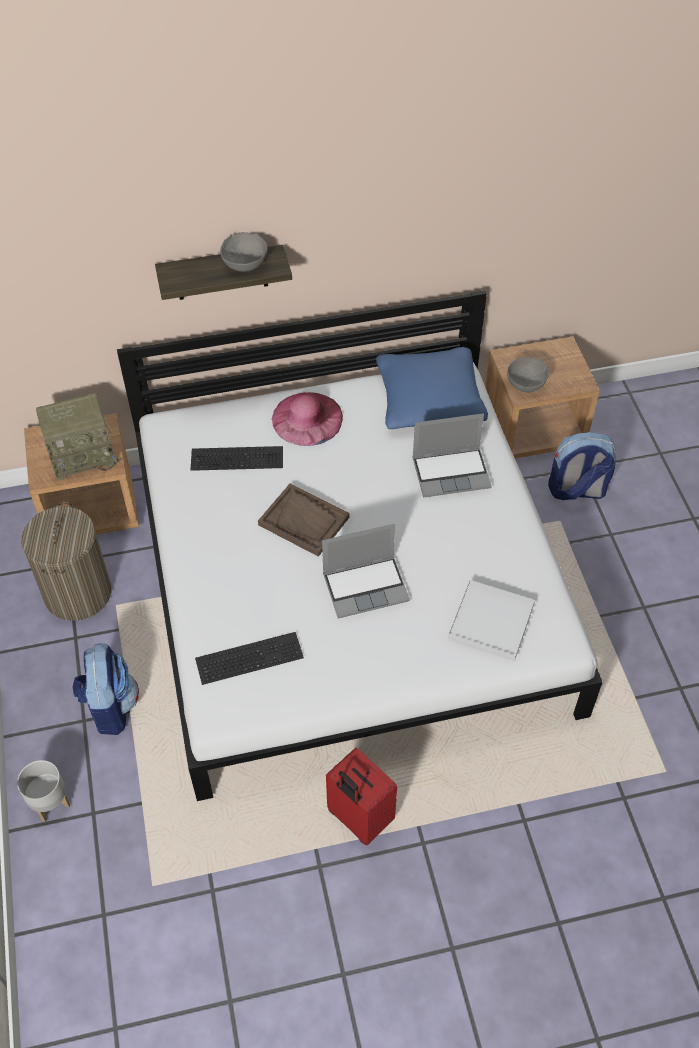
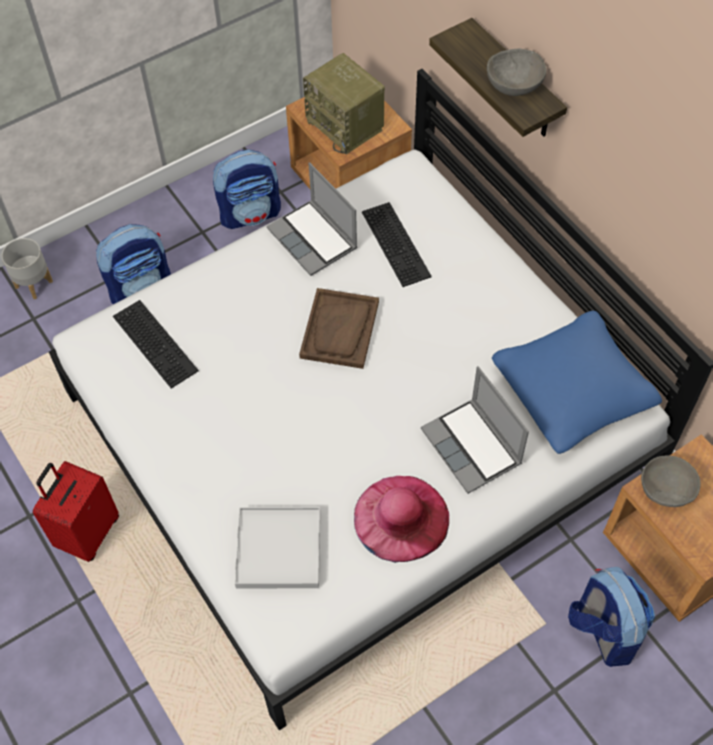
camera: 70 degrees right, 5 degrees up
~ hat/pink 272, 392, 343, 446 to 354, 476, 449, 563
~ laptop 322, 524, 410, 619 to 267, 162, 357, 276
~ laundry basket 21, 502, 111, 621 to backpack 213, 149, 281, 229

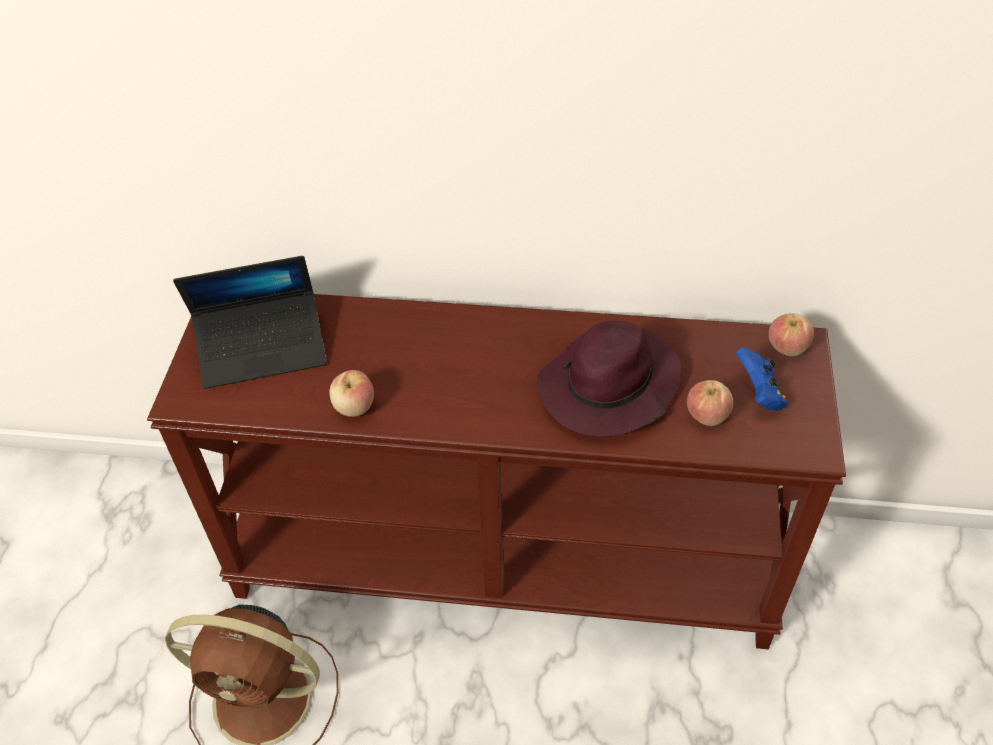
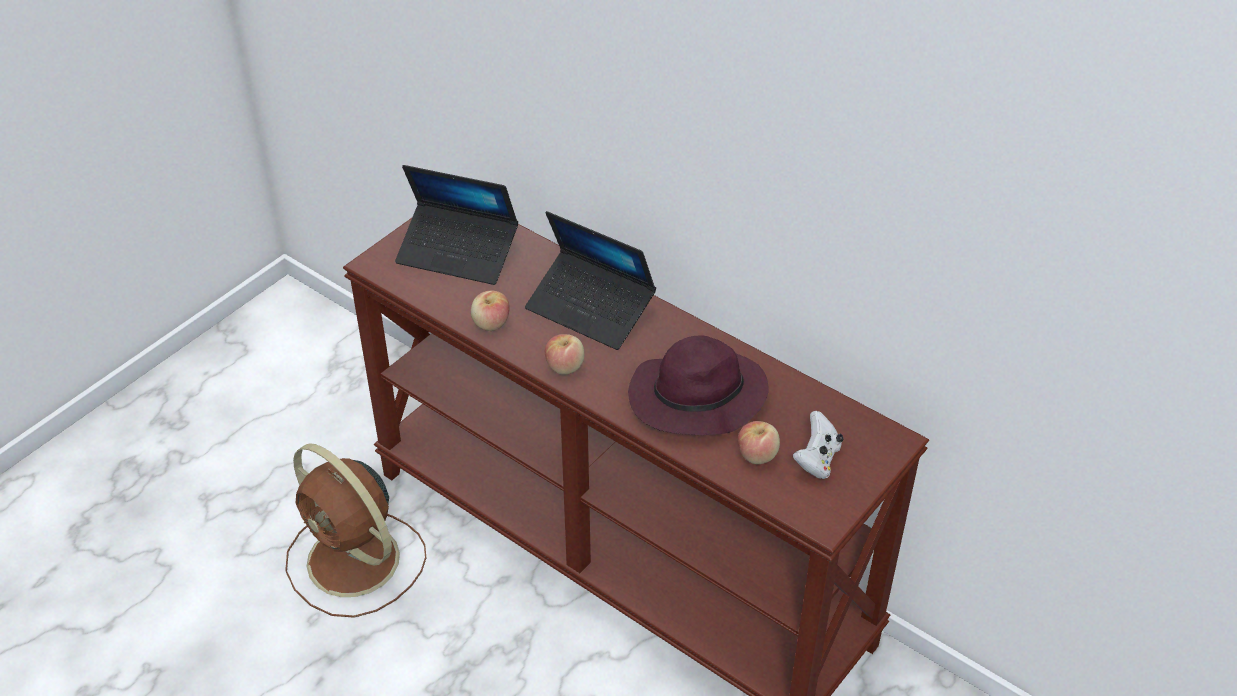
camera: 30 degrees right, 5 degrees down
+ laptop 525, 211, 656, 350
~ apple 769, 313, 814, 357 to 545, 334, 584, 375
~ game controller/blue 736, 347, 787, 411 to game controller/white 793, 411, 844, 479

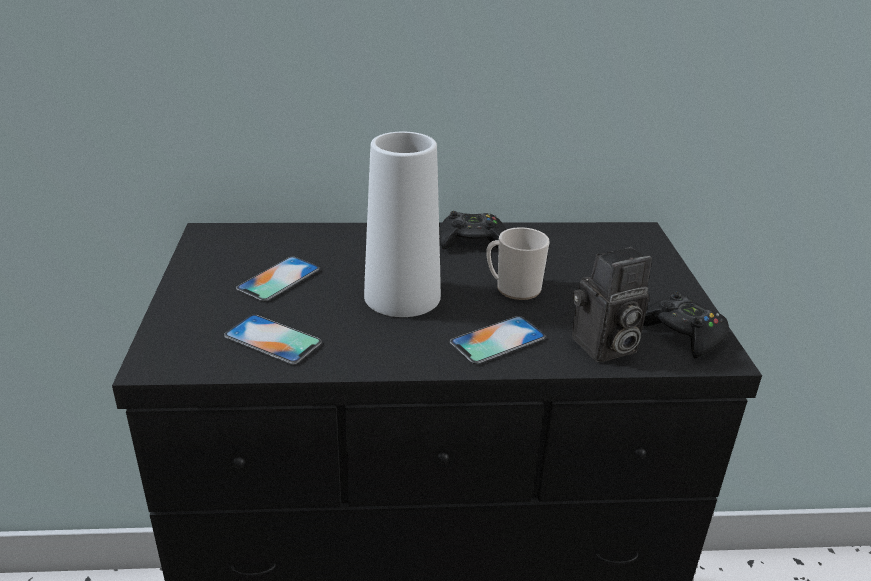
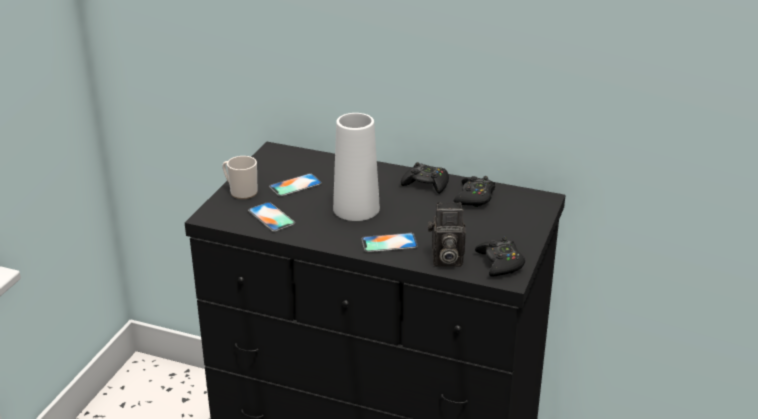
camera: 25 degrees right, 0 degrees up
+ game controller/black 454, 176, 495, 207
~ mug 487, 227, 549, 300 to 222, 156, 258, 199

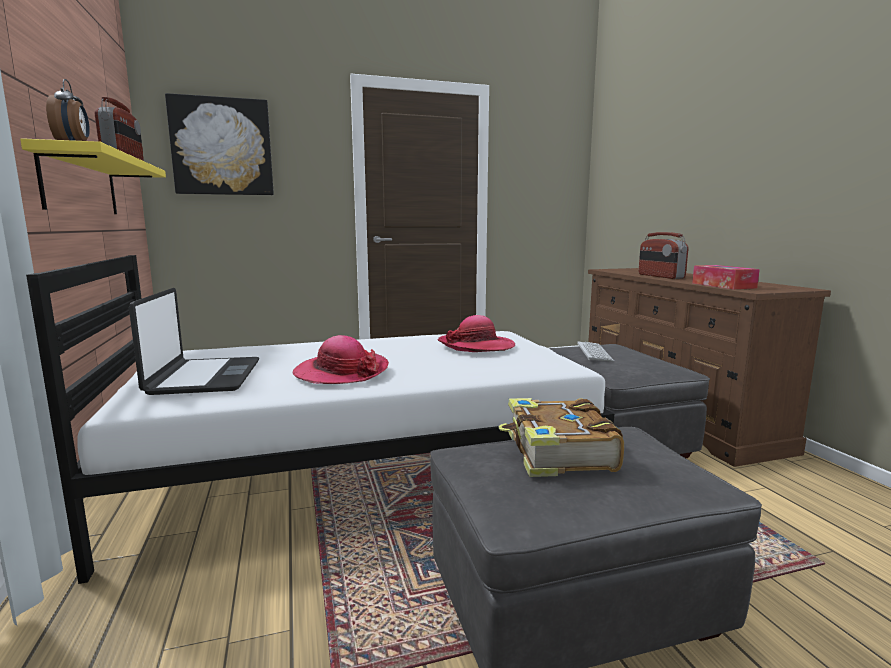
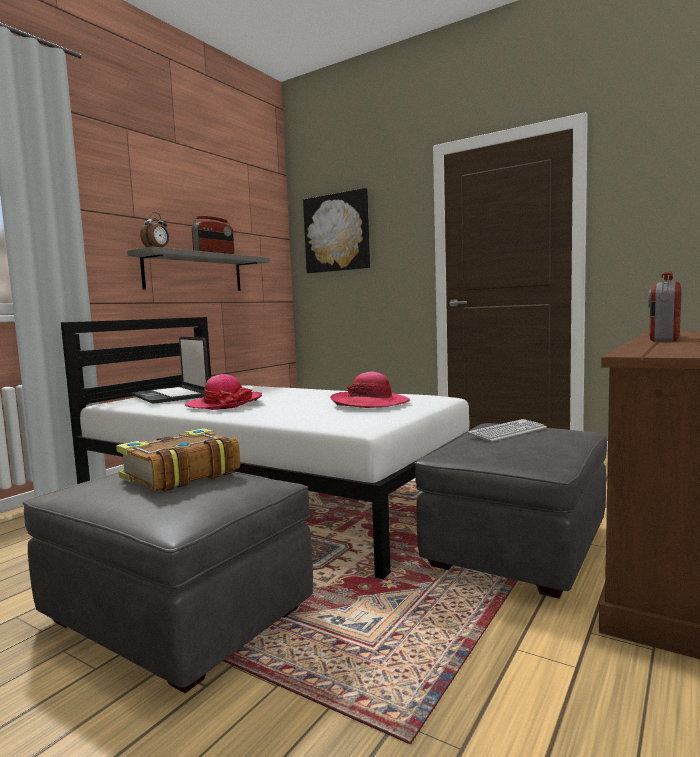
camera: 50 degrees right, 5 degrees down
- tissue box 692, 265, 760, 289
~ shelf/yellow 20, 138, 166, 214 to shelf/grey 127, 247, 270, 291
~ laptop 129, 288, 259, 395 = 131, 337, 209, 404 105 degrees clockwise

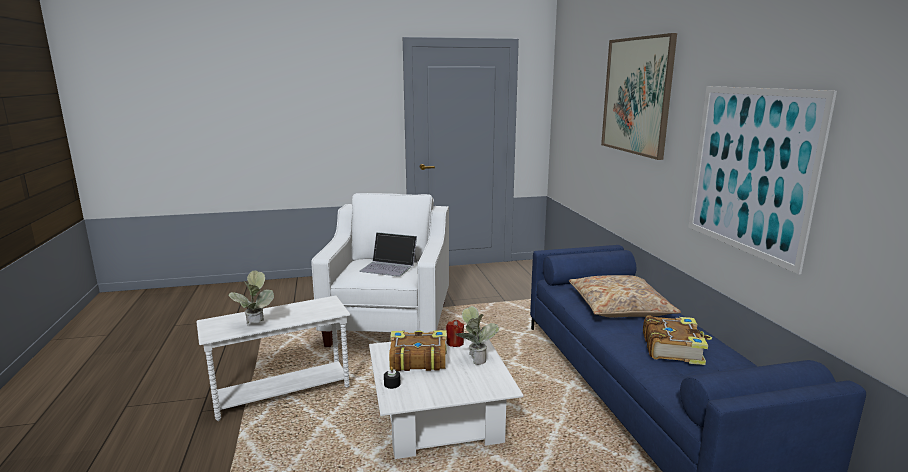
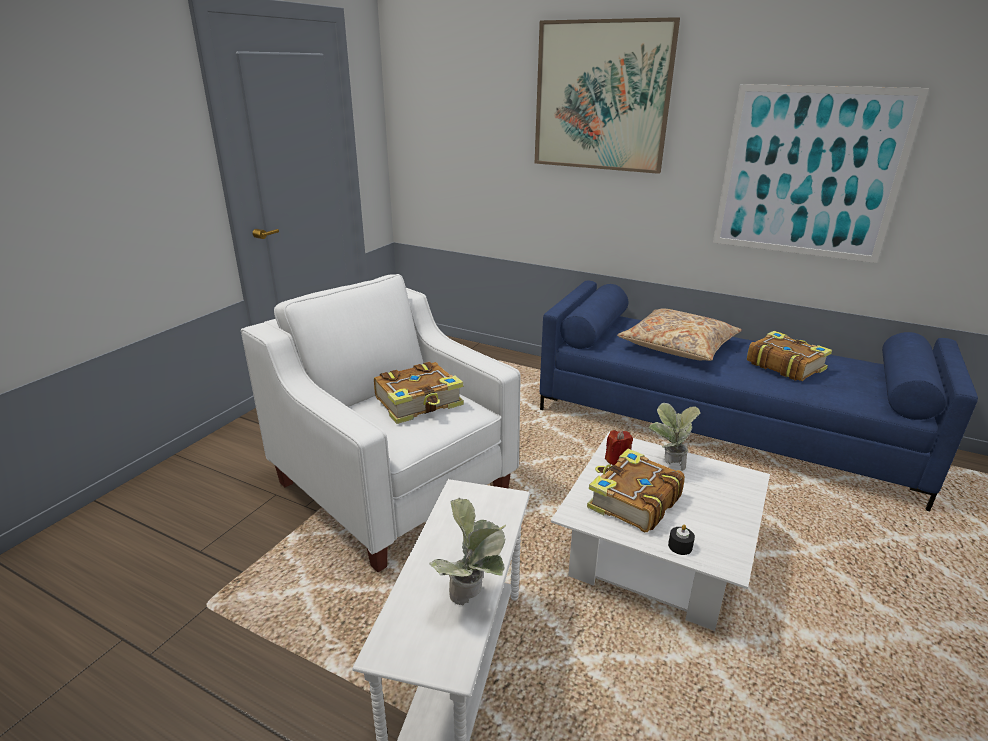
camera: 50 degrees left, 10 degrees up
~ laptop 359, 232, 417, 277 to book 374, 362, 464, 424

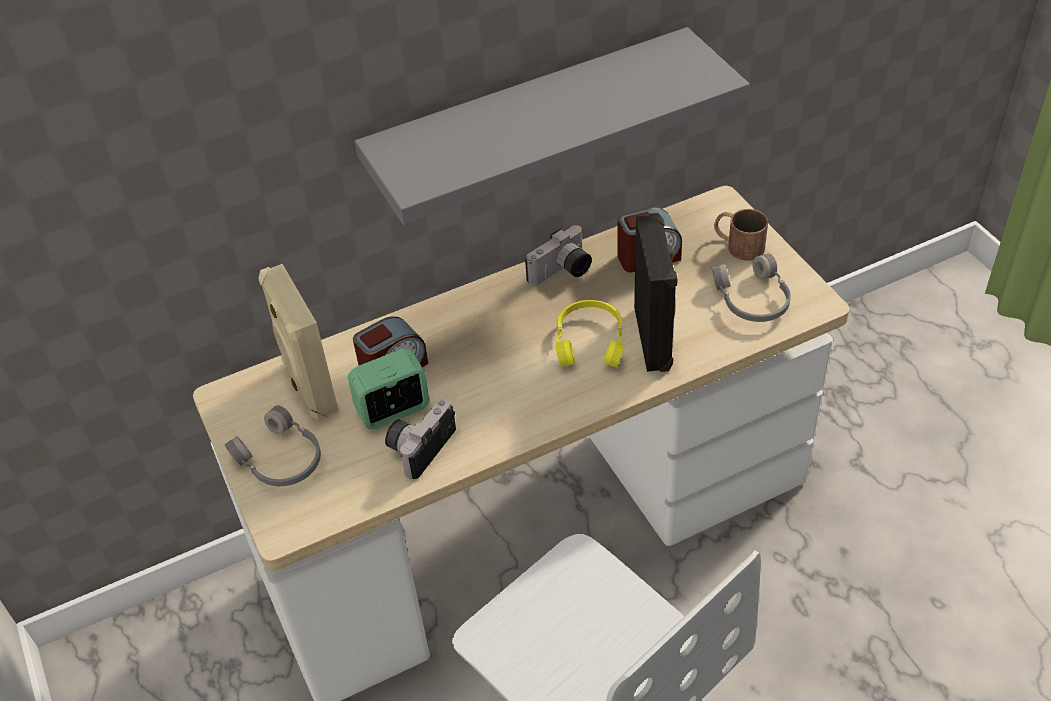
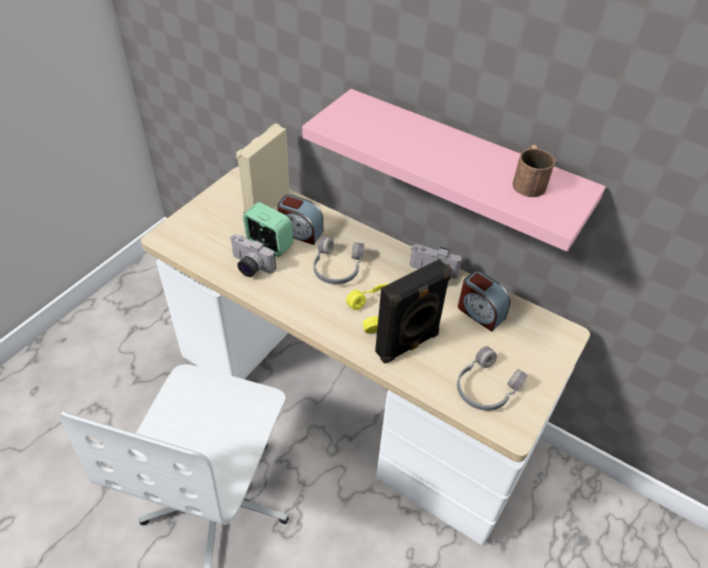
camera: 55 degrees right, 0 degrees up
~ headphones/grey 225, 405, 321, 486 to 314, 236, 364, 284
~ mug/brown 714, 209, 768, 261 to 512, 145, 555, 197
~ shelf/grey 354, 27, 750, 225 to shelf/pink 302, 89, 606, 252
~ photo camera 385, 399, 456, 479 = 231, 234, 276, 277 150 degrees counterclockwise

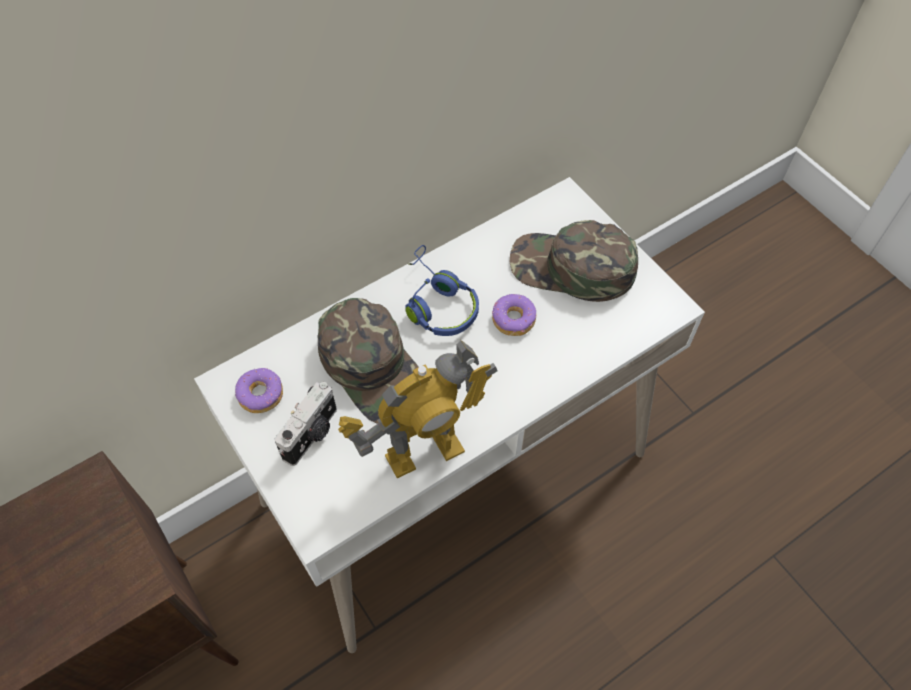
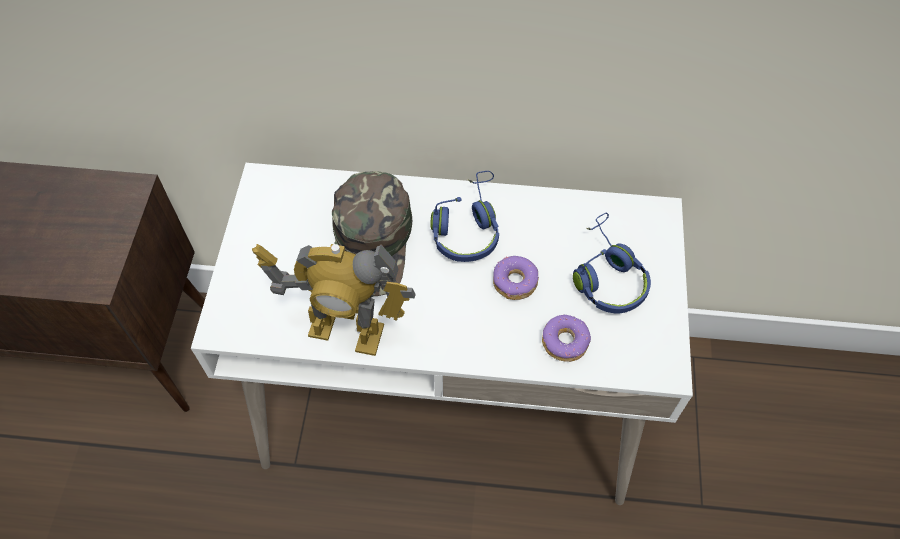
camera: 40 degrees right, 0 degrees up
- photo camera 275, 382, 337, 466
~ donut 235, 368, 283, 413 to 542, 315, 591, 362
~ cap/green 510, 220, 638, 302 to headphones/blue 573, 213, 651, 313

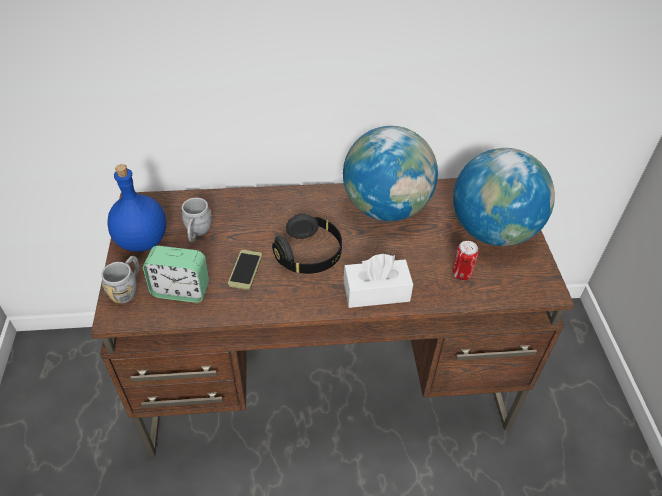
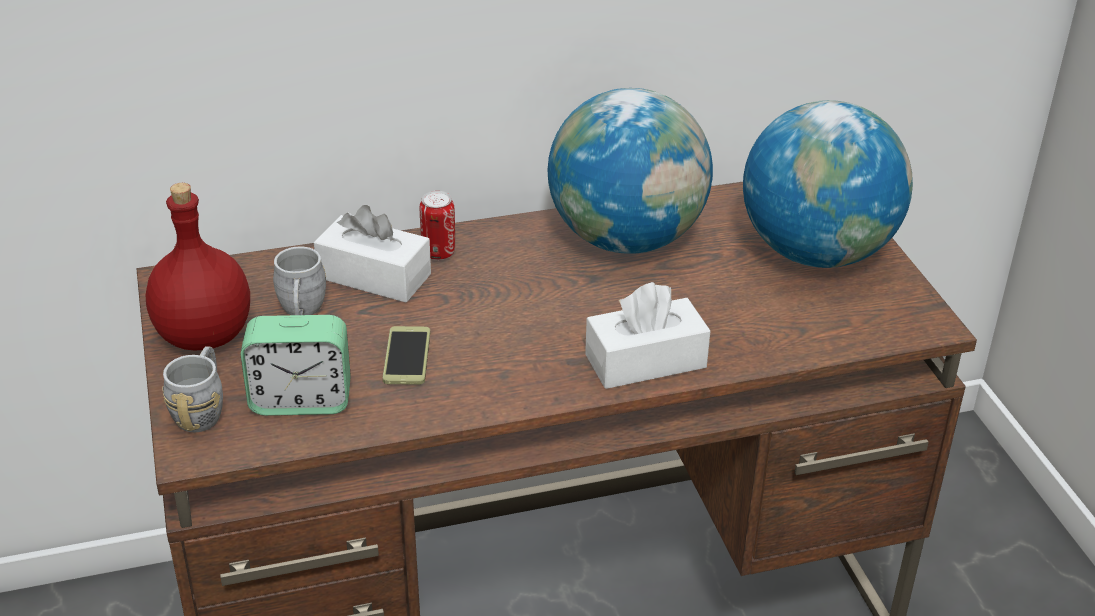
camera: 10 degrees left, 10 degrees down
- headphones/black 272, 214, 342, 274
+ tissue box/white 314, 205, 431, 303
~ can 452, 241, 479, 280 to 420, 191, 455, 260
~ bottle/blue 107, 164, 166, 252 to bottle/red 146, 183, 250, 350

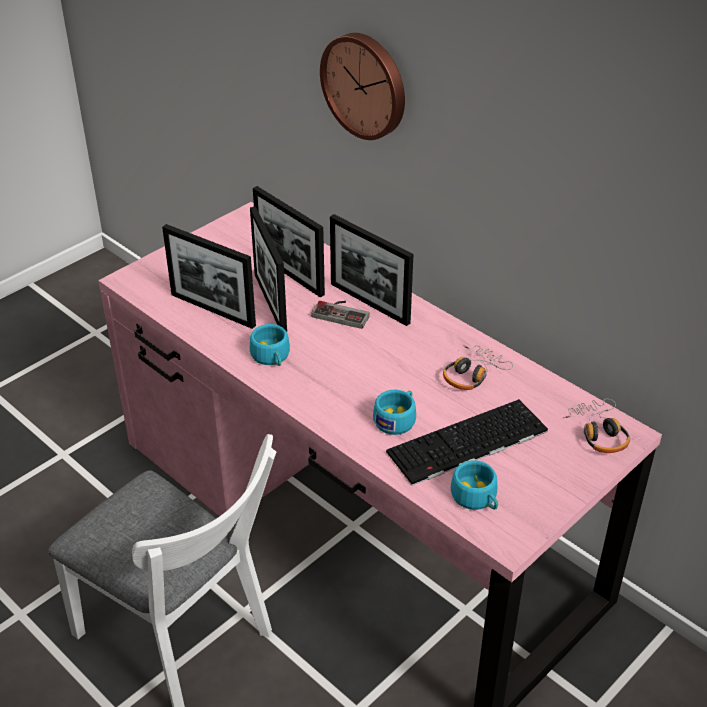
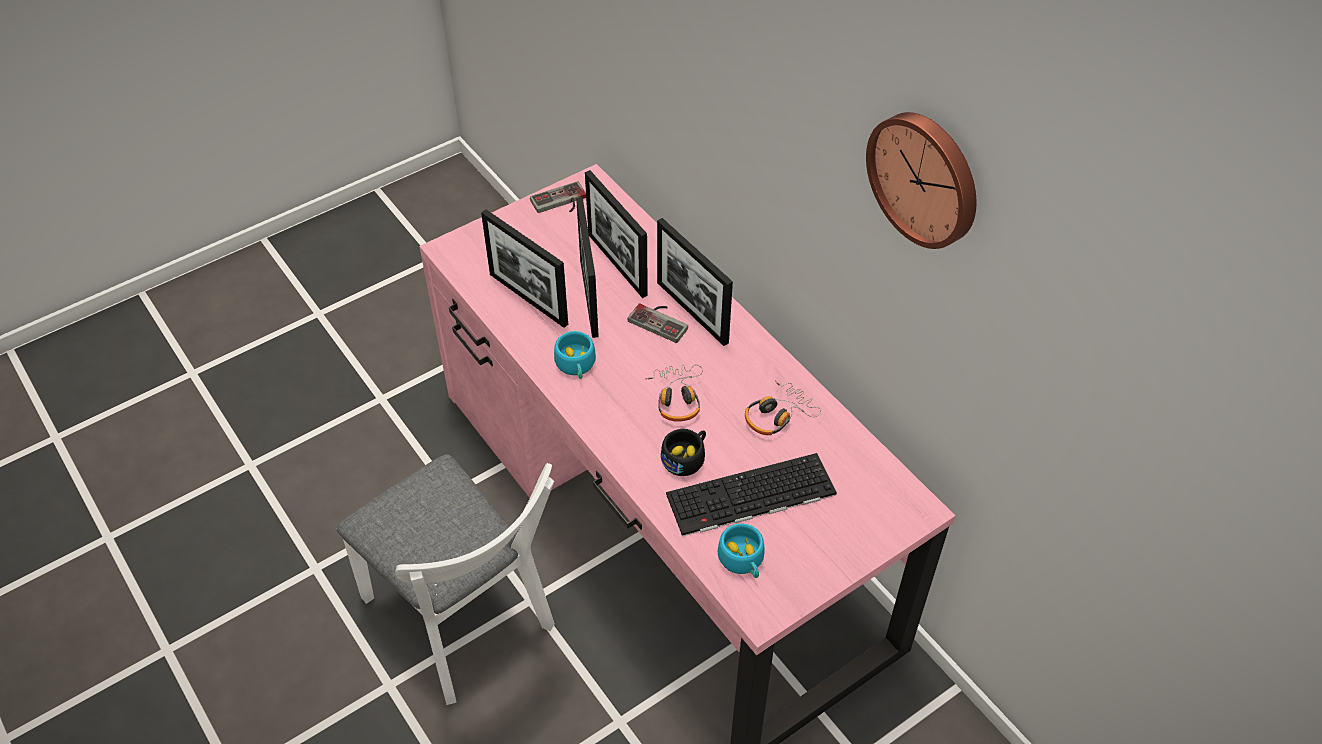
camera: 10 degrees right, 10 degrees up
+ game controller 530, 181, 586, 213
~ wall clock 320, 33, 405, 140 to 866, 112, 977, 249
~ headphones 563, 399, 630, 453 to 645, 364, 703, 422
~ cup/turquoise 373, 390, 416, 435 to cup/black 661, 429, 706, 476

